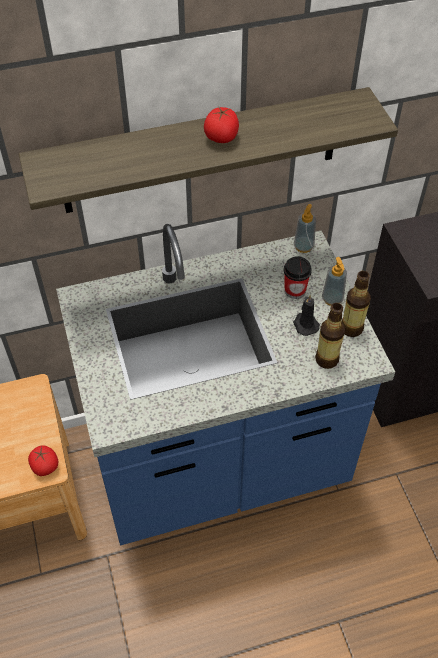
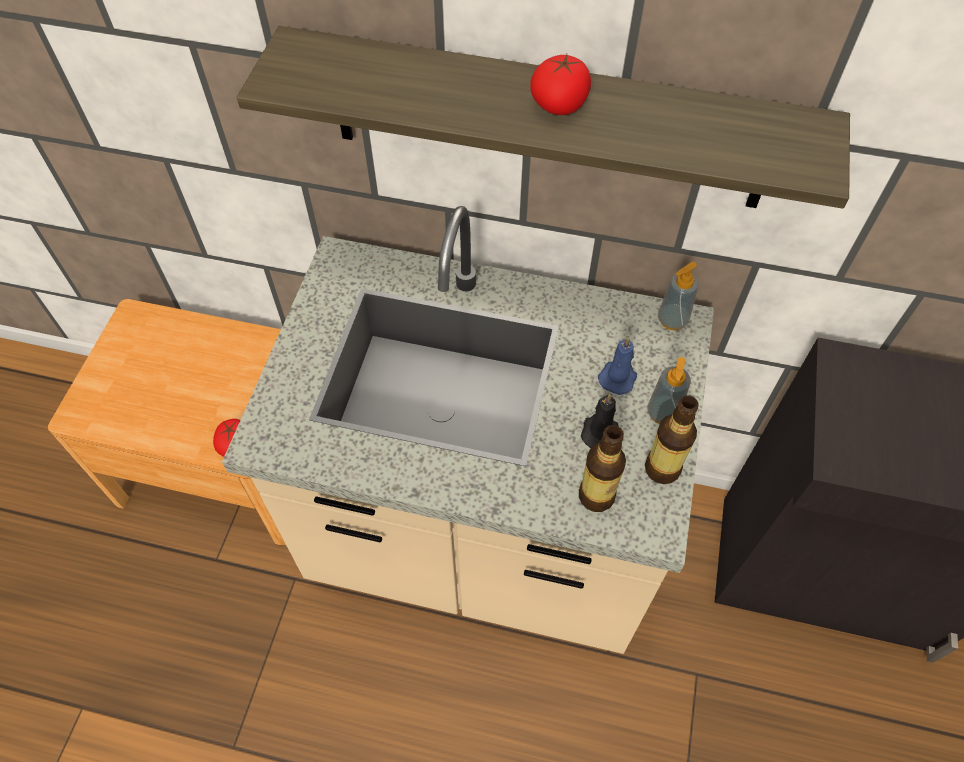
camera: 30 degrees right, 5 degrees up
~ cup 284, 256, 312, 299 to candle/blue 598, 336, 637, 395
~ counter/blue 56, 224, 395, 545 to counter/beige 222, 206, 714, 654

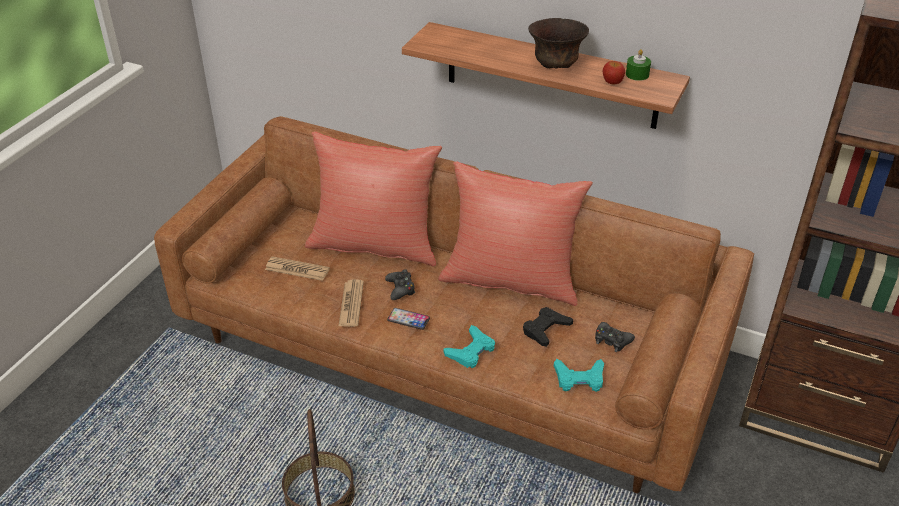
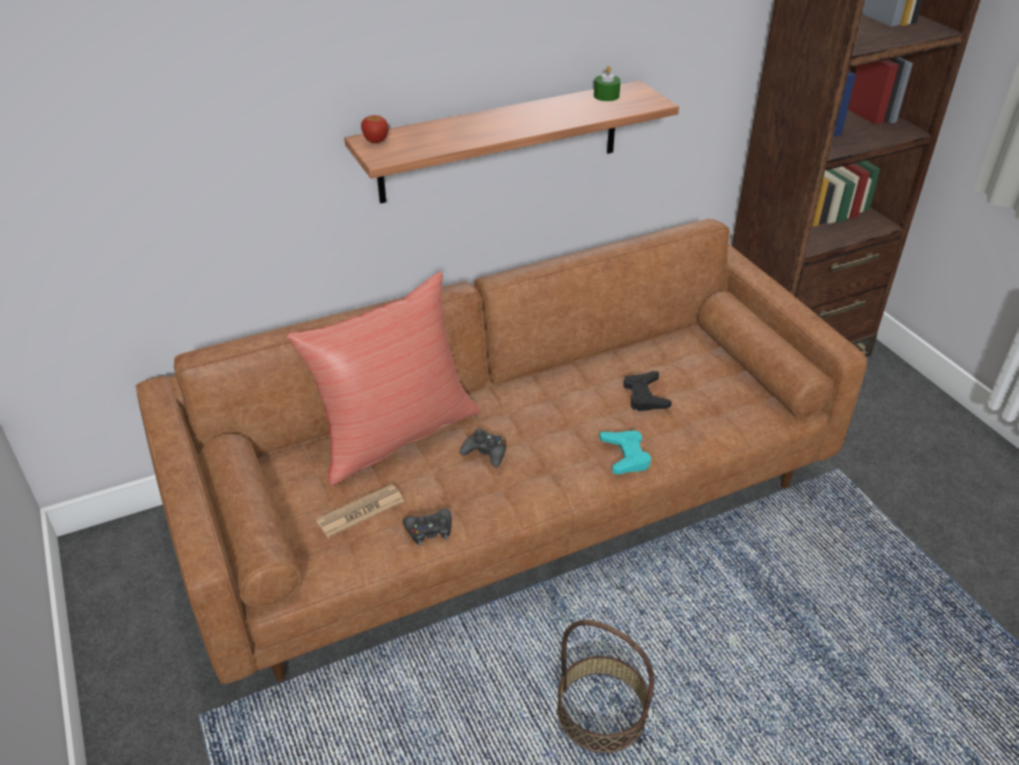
camera: 50 degrees left, 0 degrees up
- newspaper 339, 279, 364, 327
- phone 387, 308, 430, 330
- pillow/red 438, 161, 593, 306
- bowl/brown 528, 18, 589, 68
- game controller/turquoise 554, 359, 604, 392
~ game controller/black 595, 322, 635, 352 to 403, 509, 452, 546
~ apple 603, 61, 625, 84 to 361, 115, 388, 143

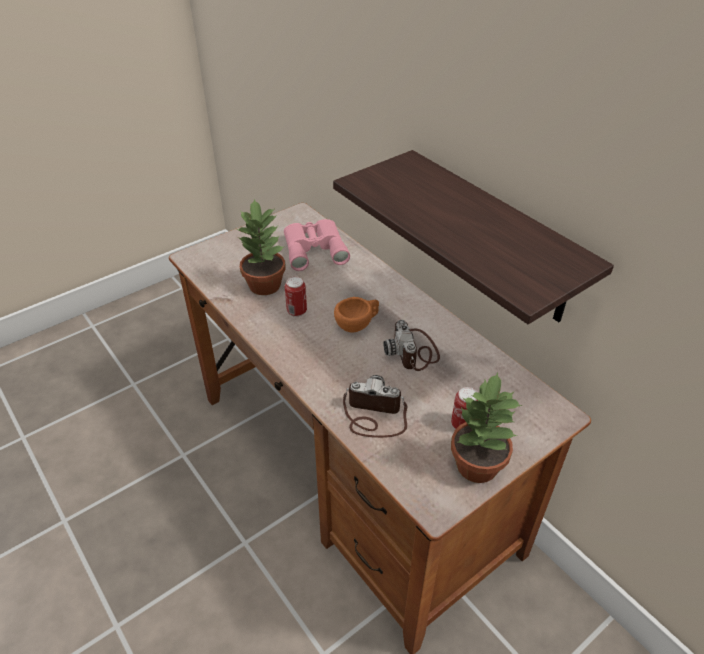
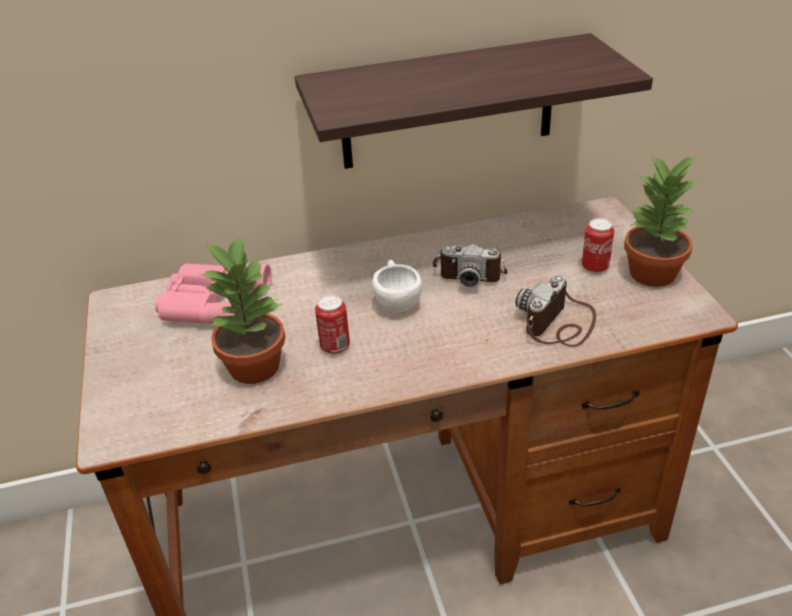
camera: 65 degrees left, 5 degrees down
~ cup/orange 334, 297, 379, 333 to cup/white 372, 260, 422, 312

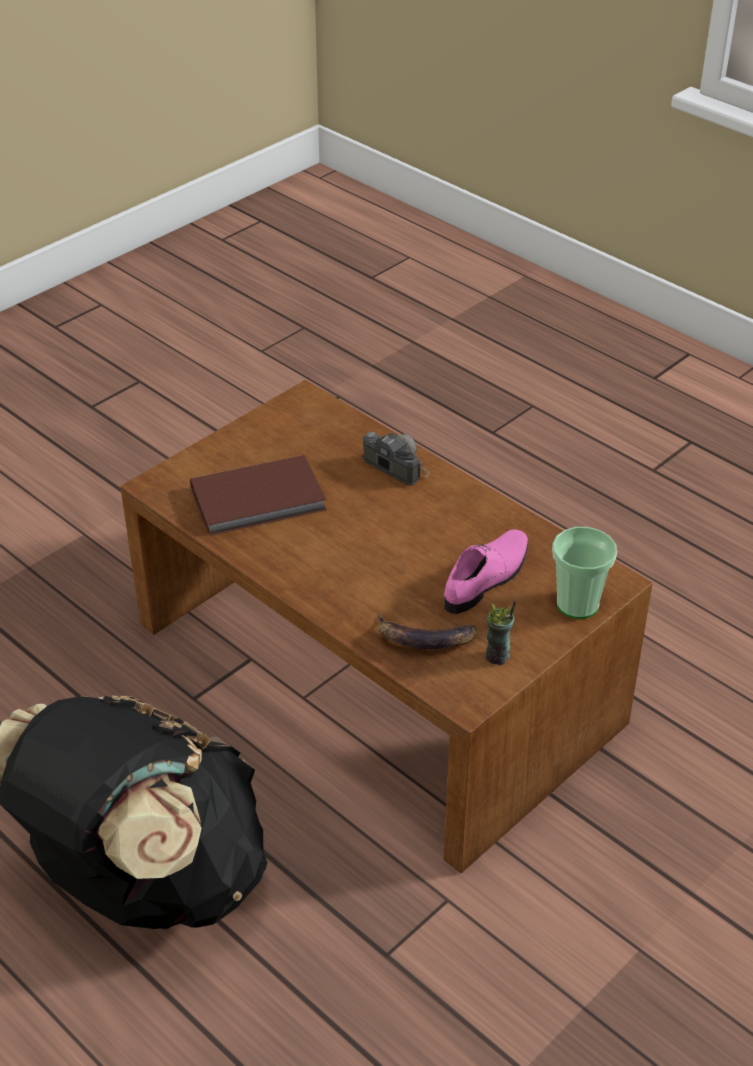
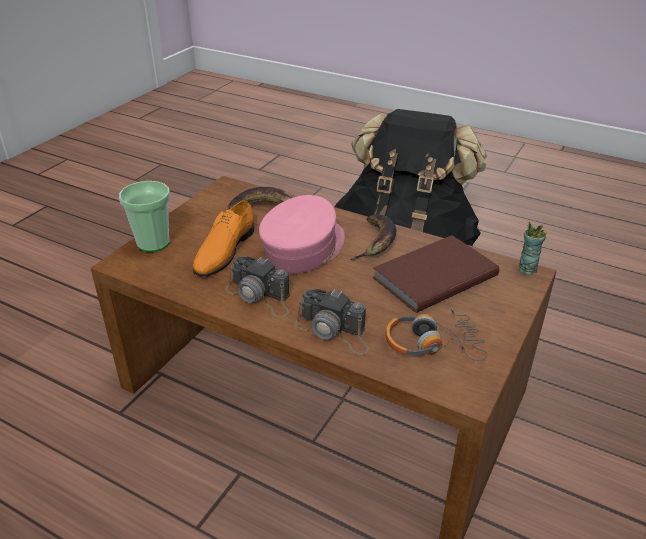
camera: 165 degrees right, 5 degrees down
+ photo camera 225, 256, 290, 318
+ cap/pink 259, 195, 345, 274
+ banana 351, 214, 396, 260
+ headphones 386, 307, 487, 361
~ cup 485, 600, 516, 665 to 519, 222, 547, 275
~ shoe/pink 444, 529, 528, 614 to shoe/orange 193, 200, 254, 277

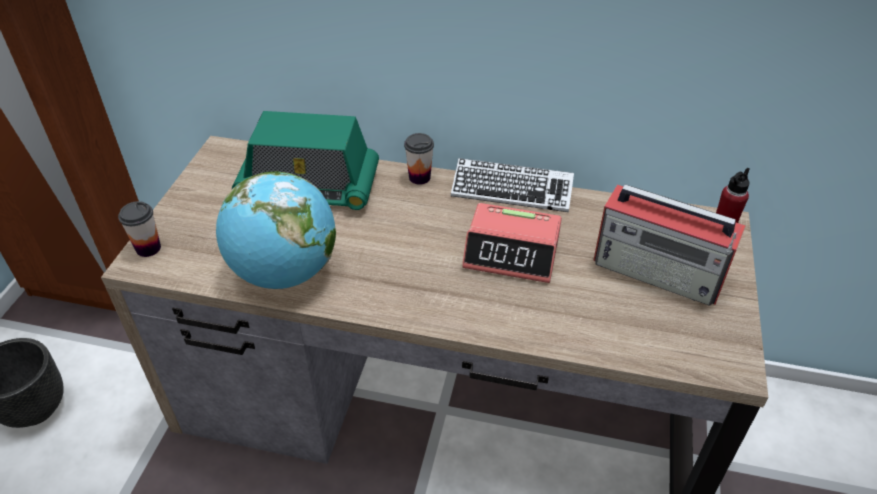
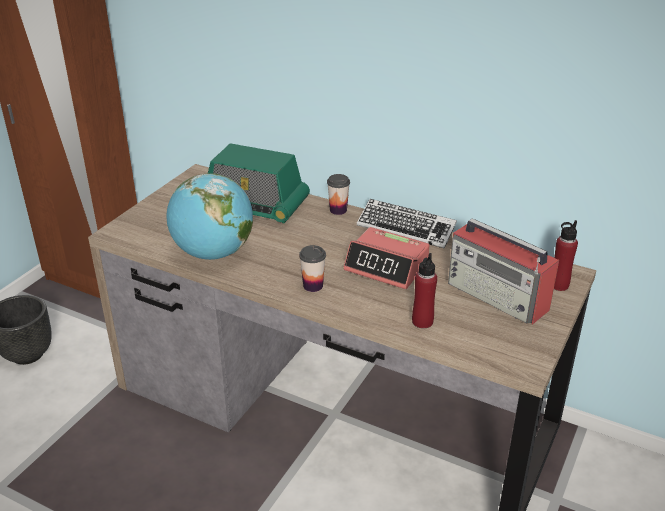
camera: 15 degrees right, 10 degrees down
+ bottle/red 412, 253, 437, 328
~ cup 118, 201, 161, 257 to 299, 245, 326, 292

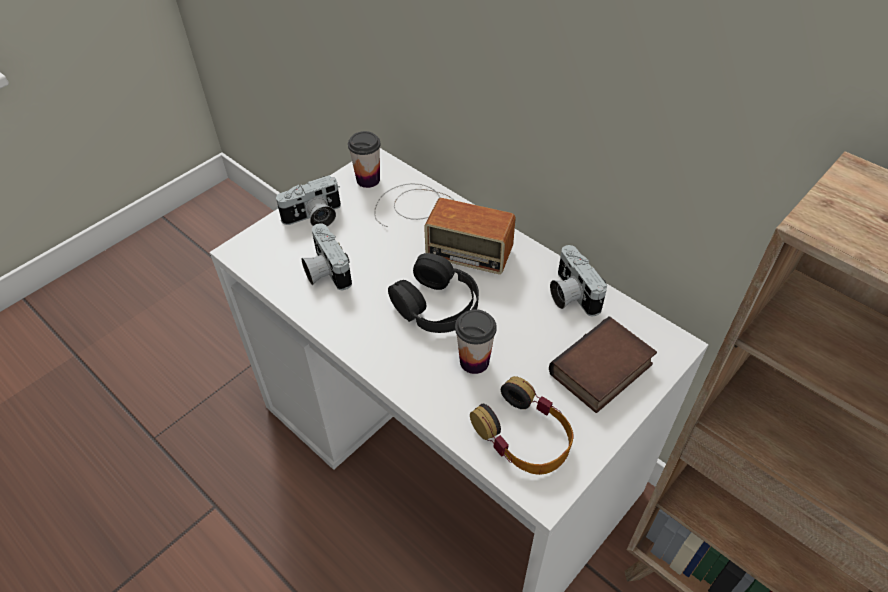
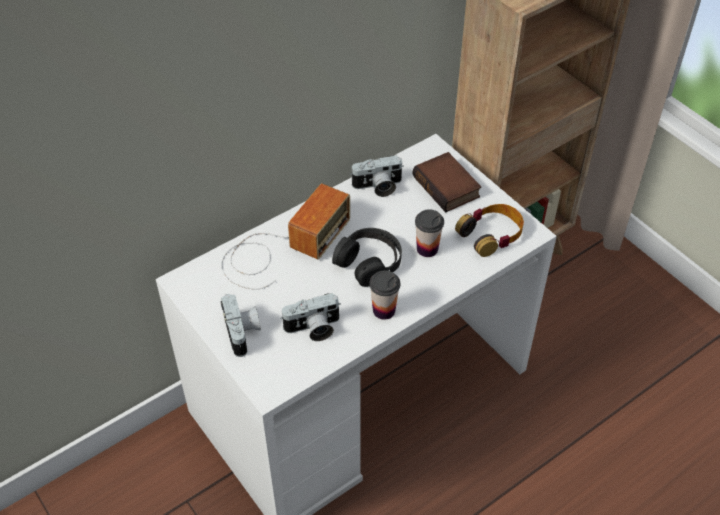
camera: 80 degrees left, 0 degrees up
~ cup 348, 131, 381, 188 to 369, 270, 400, 320

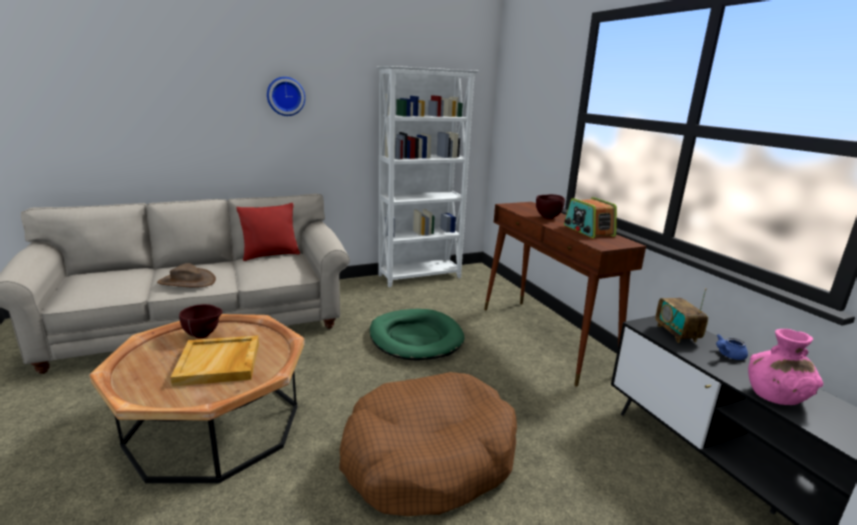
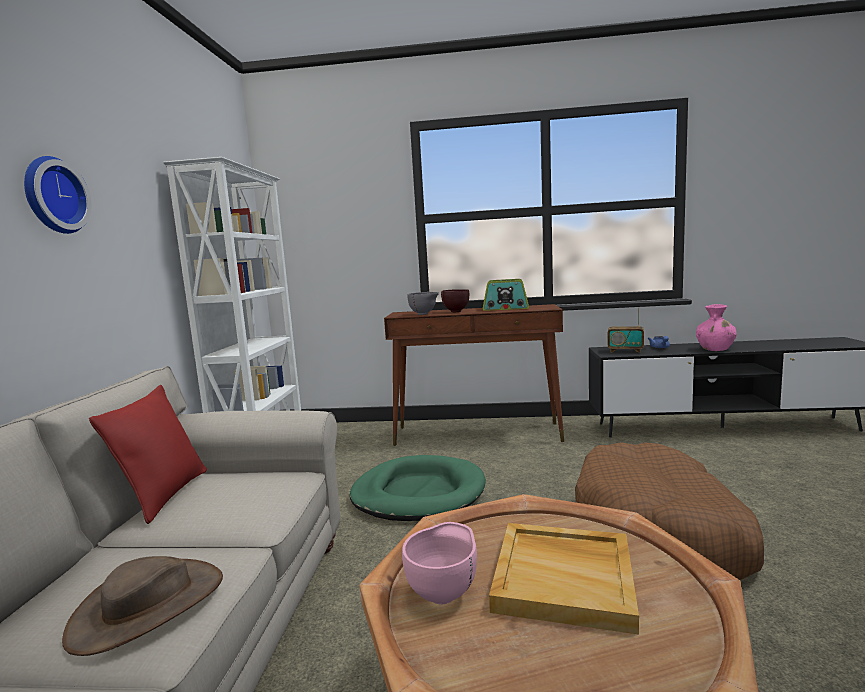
camera: 60 degrees left, 10 degrees down
+ bowl/grey 407, 292, 439, 315
~ bowl/brown 179, 304, 223, 338 to bowl/pink 402, 522, 477, 604

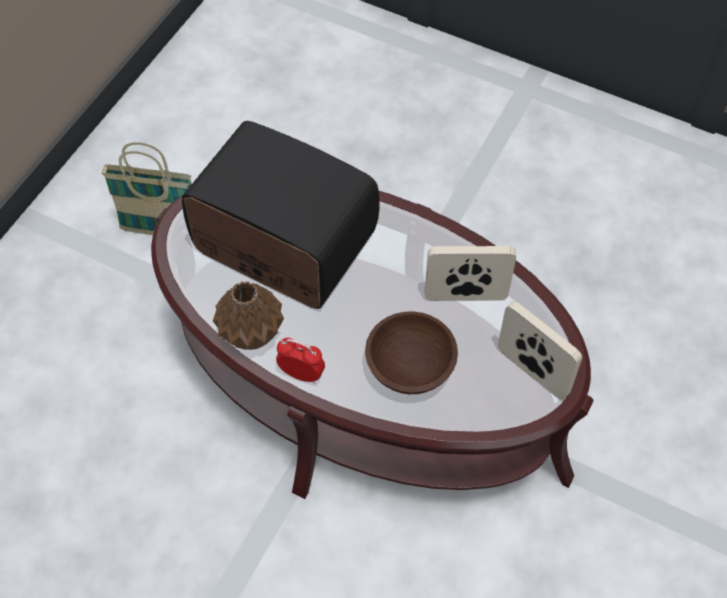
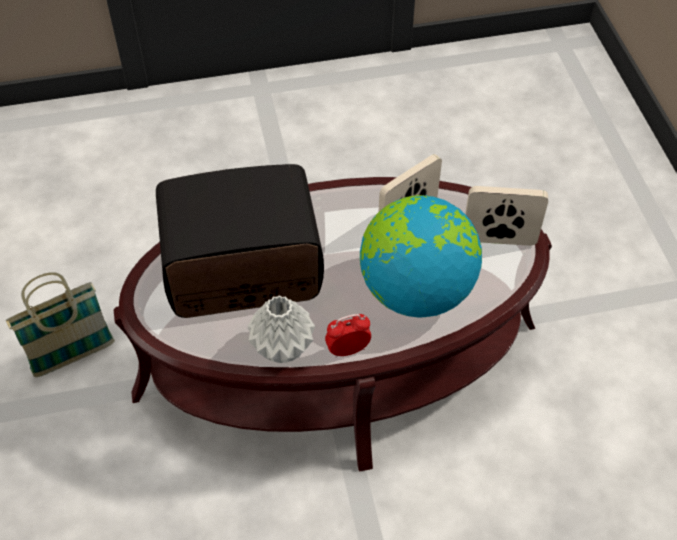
camera: 40 degrees left, 5 degrees down
~ bowl/brown 365, 311, 458, 394 to globe 360, 195, 482, 318
~ vase/brown 213, 281, 284, 350 to vase/grey 247, 295, 315, 363

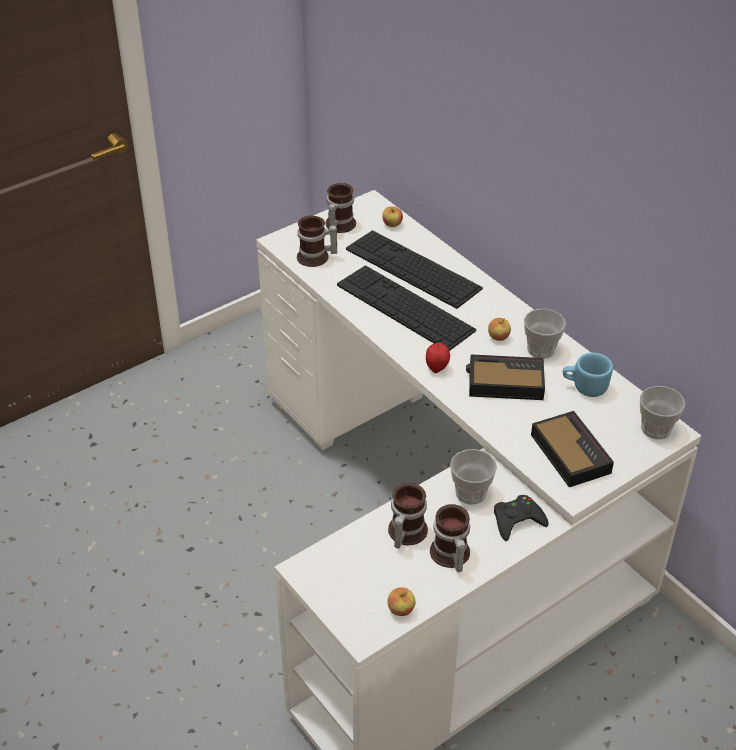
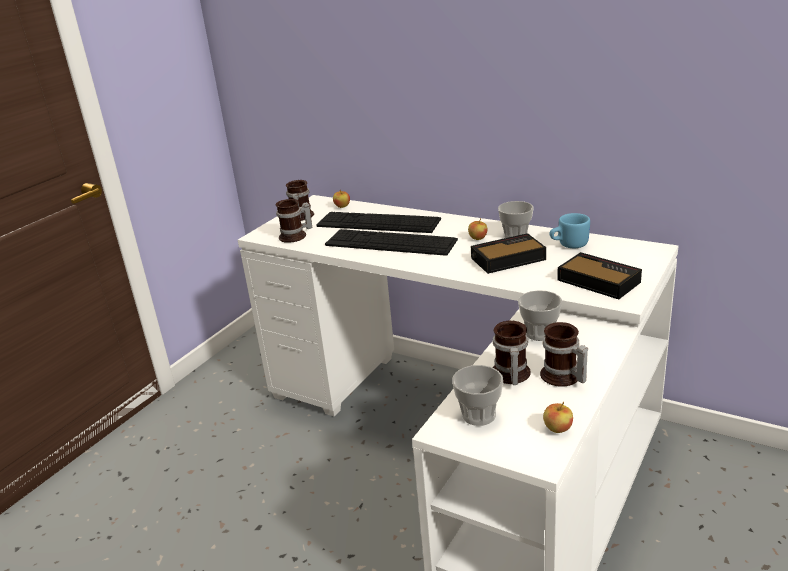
camera: 20 degrees left, 15 degrees down
- apple 426, 343, 450, 373
- game controller/black 494, 495, 549, 541
~ cup 640, 386, 686, 439 to 452, 365, 503, 426

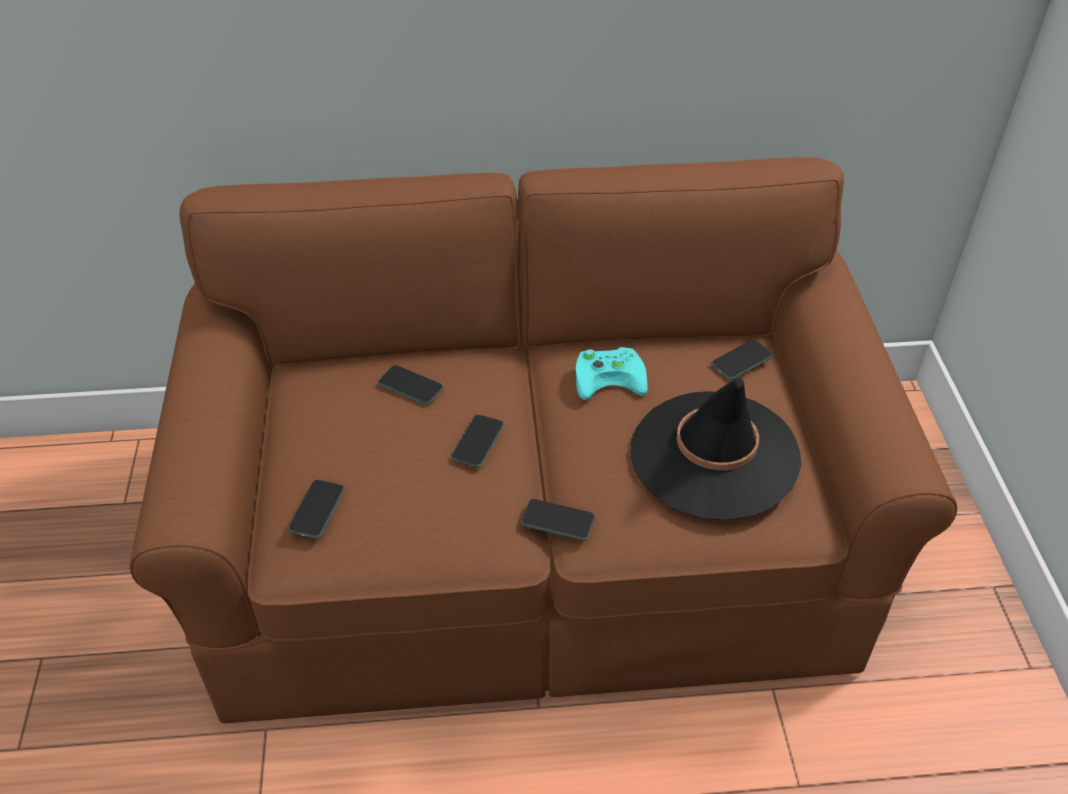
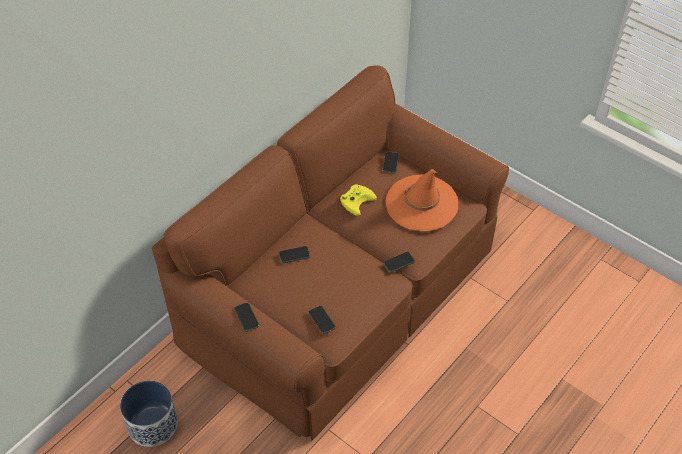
camera: 45 degrees left, 5 degrees up
+ planter 120, 381, 178, 447
~ phone 451, 414, 504, 468 to 234, 302, 259, 332
~ game controller/turquoise 576, 347, 648, 400 to game controller/yellow 340, 184, 377, 216
~ hat/black 630, 378, 801, 520 to hat/orange 385, 169, 458, 231

